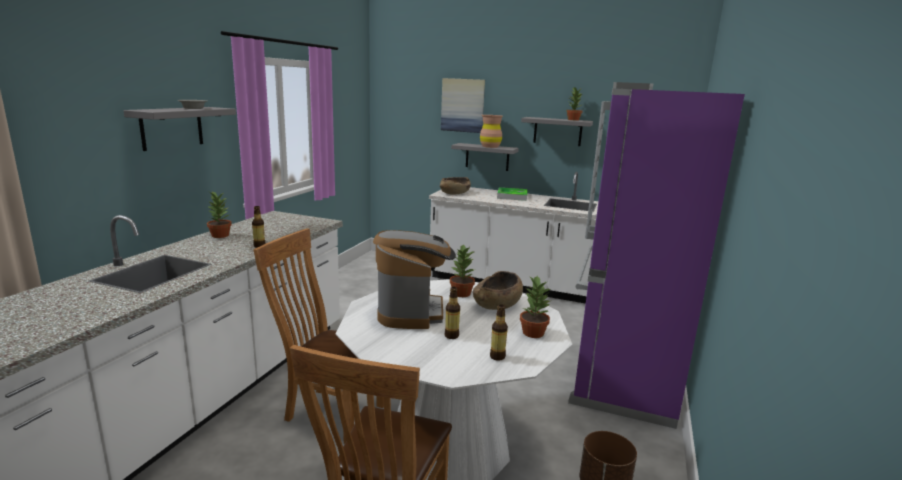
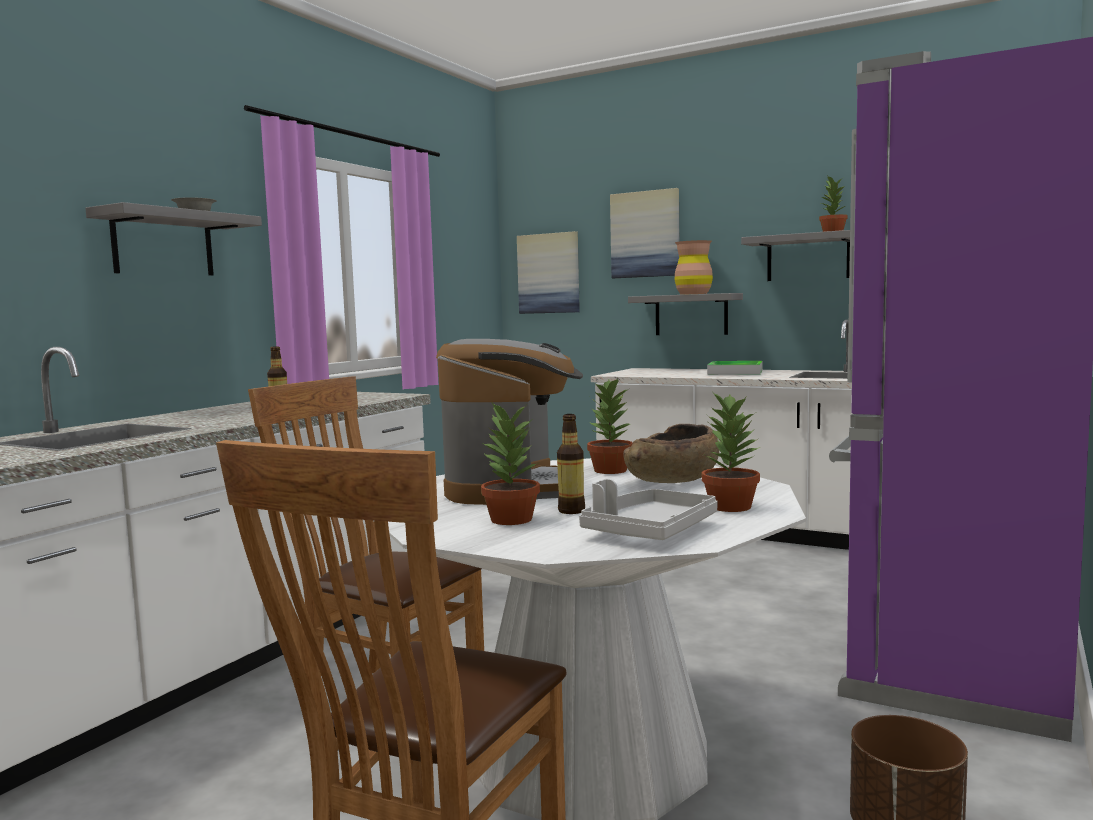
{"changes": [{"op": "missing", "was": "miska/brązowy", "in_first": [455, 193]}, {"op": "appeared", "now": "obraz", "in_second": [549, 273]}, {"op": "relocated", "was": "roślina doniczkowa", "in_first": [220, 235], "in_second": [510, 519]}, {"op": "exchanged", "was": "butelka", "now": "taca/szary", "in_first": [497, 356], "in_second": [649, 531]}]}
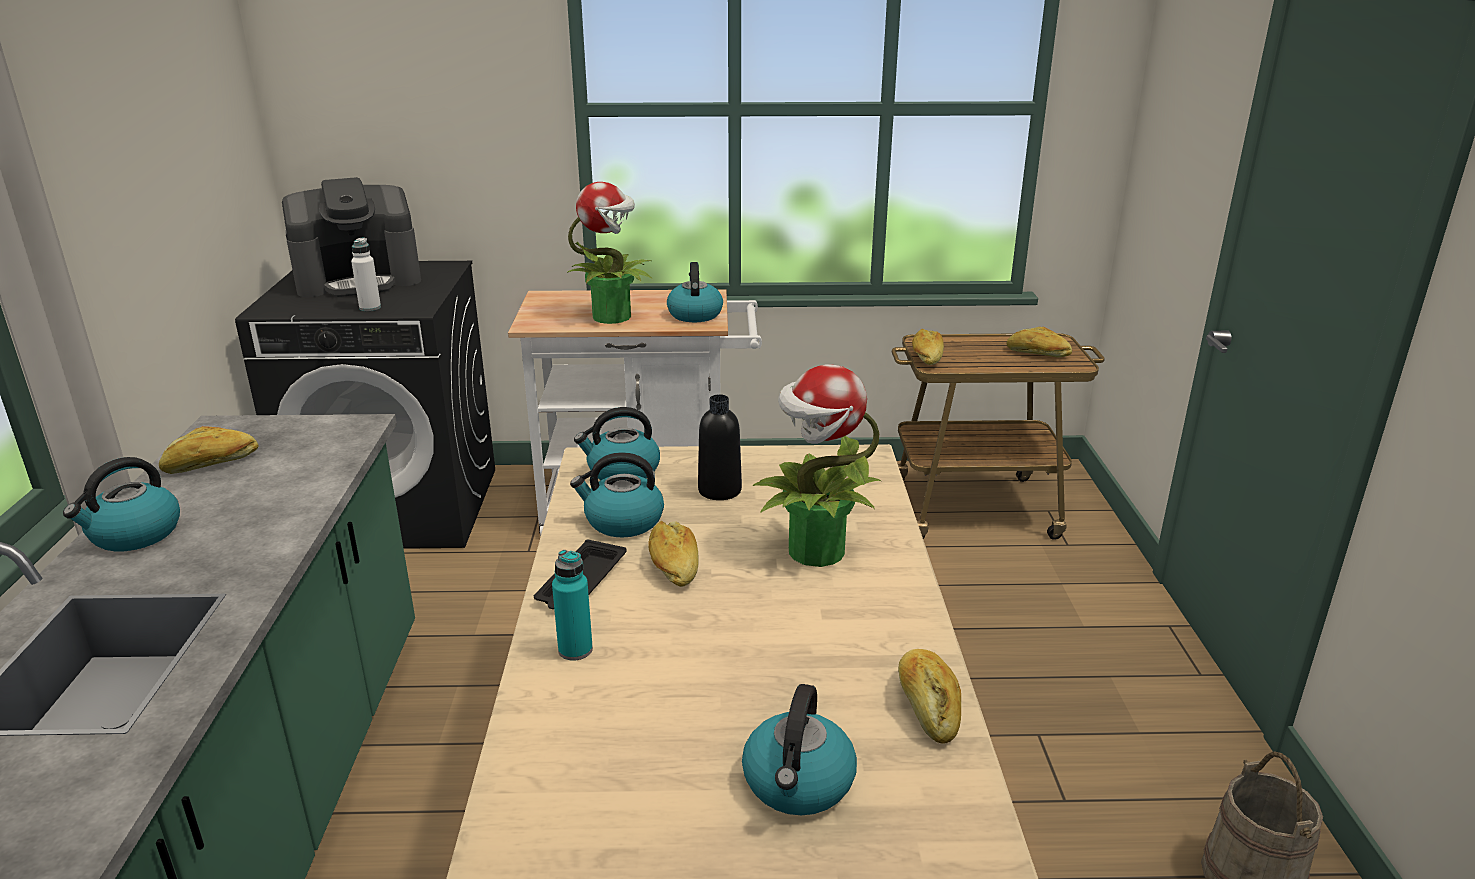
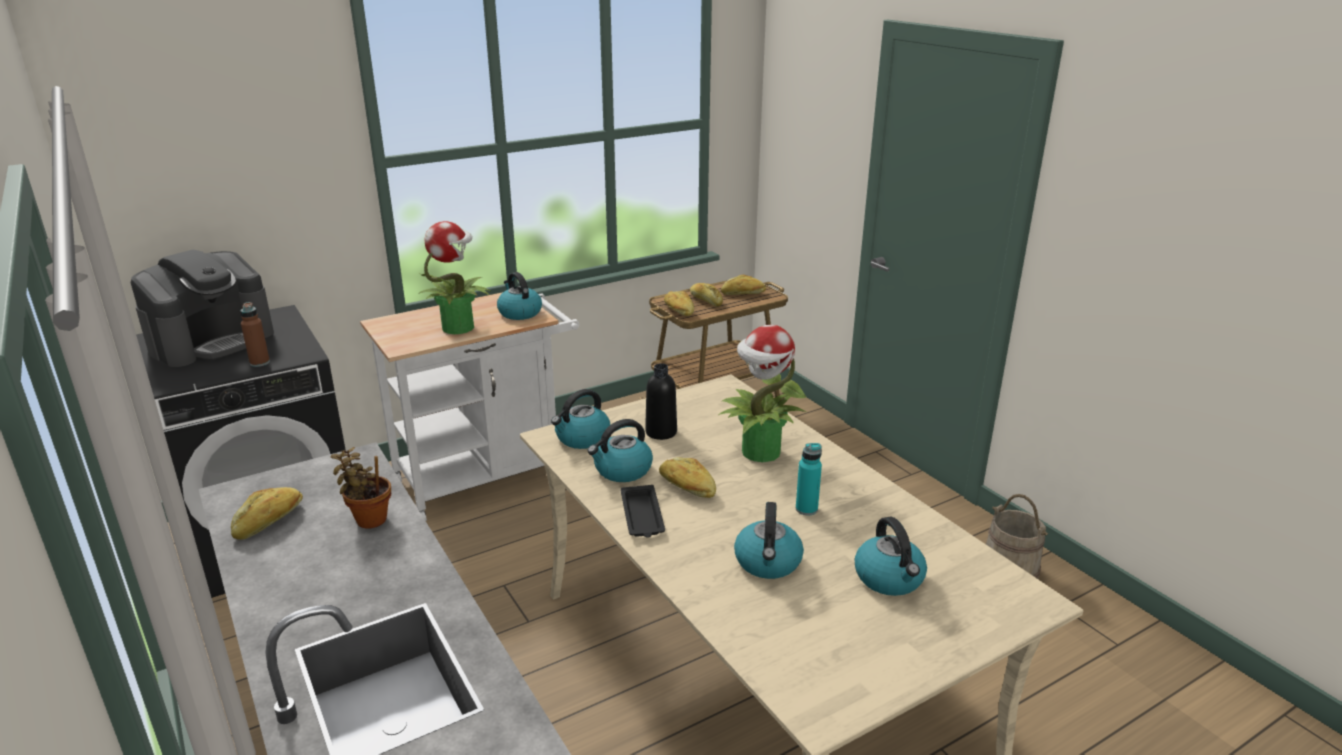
{"changes": [{"op": "appeared", "now": "roślina doniczkowa", "in_second": [369, 519]}, {"op": "relocated", "was": "czajnik", "in_first": [134, 534], "in_second": [768, 563]}, {"op": "relocated", "was": "butelka/turkusowy", "in_first": [575, 650], "in_second": [806, 509]}, {"op": "relocated", "was": "chleb", "in_first": [928, 706], "in_second": [706, 300]}, {"op": "colour", "was": "butelka/biały", "now": "butelka/brązowy", "in_first": [370, 308], "in_second": [260, 363]}]}
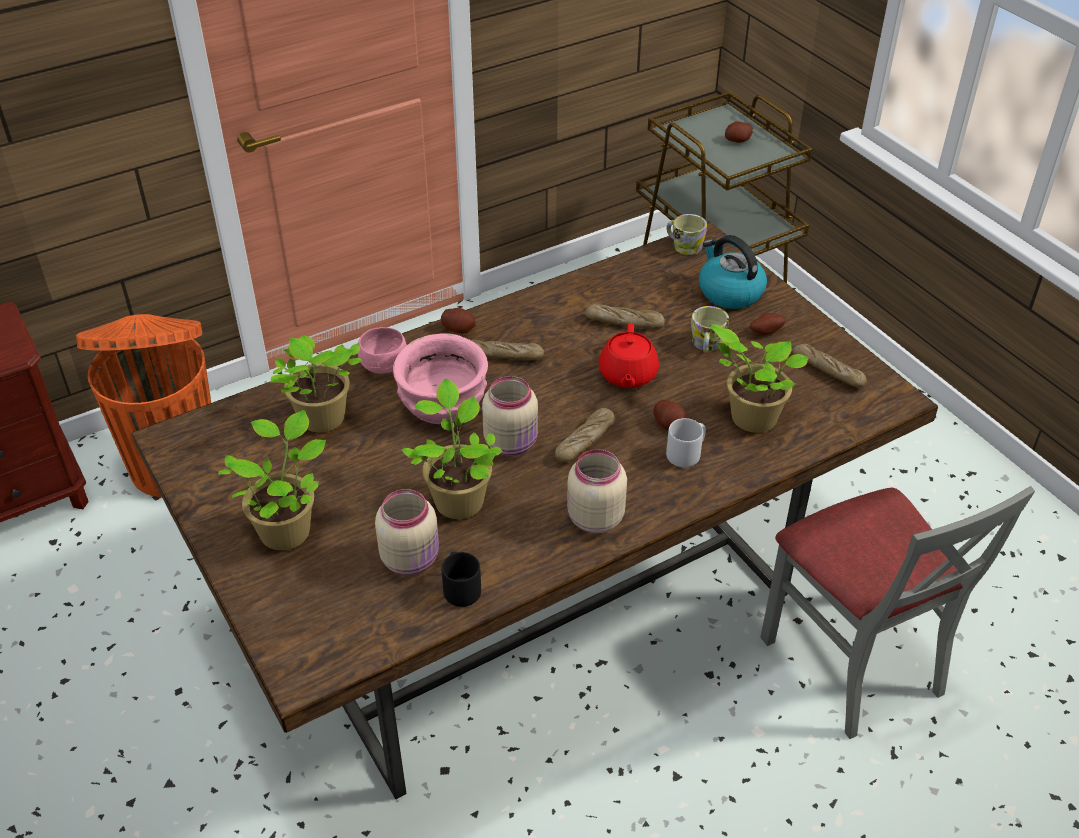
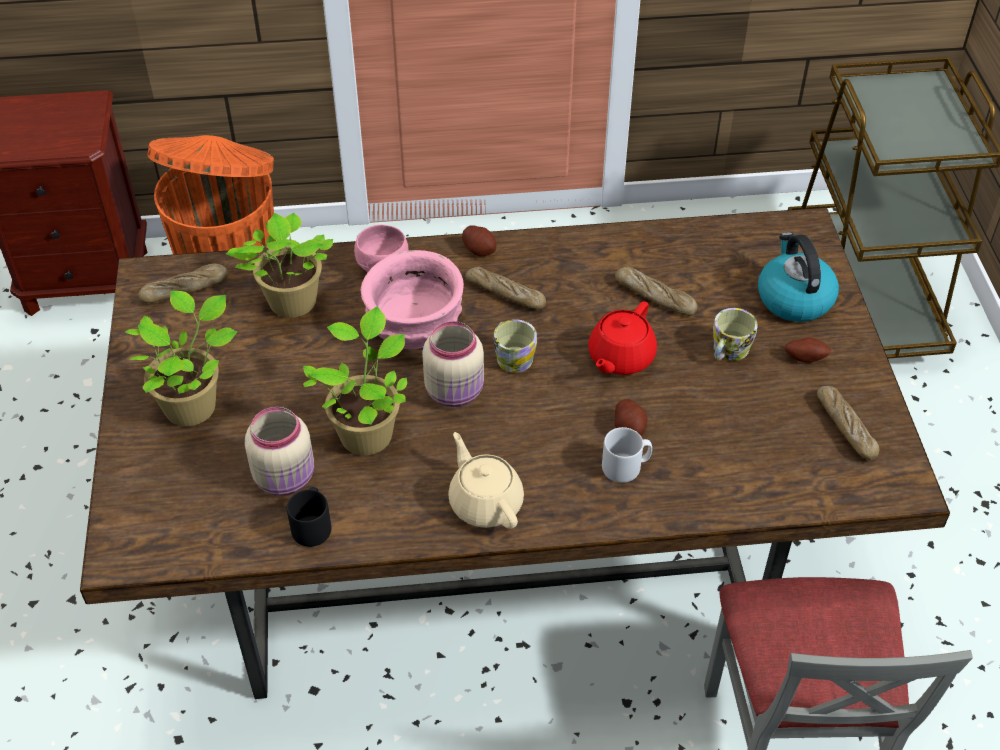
{"changes": [{"op": "missing", "was": "roślina doniczkowa", "in_first": [749, 417]}, {"op": "missing", "was": "ziemniak", "in_first": [737, 140]}, {"op": "relocated", "was": "chleb", "in_first": [585, 440], "in_second": [184, 289]}, {"op": "relocated", "was": "kubek", "in_first": [683, 245], "in_second": [512, 356]}, {"op": "exchanged", "was": "słoik/beżowy", "now": "imbryk/beżowy", "in_first": [593, 518], "in_second": [485, 502]}]}
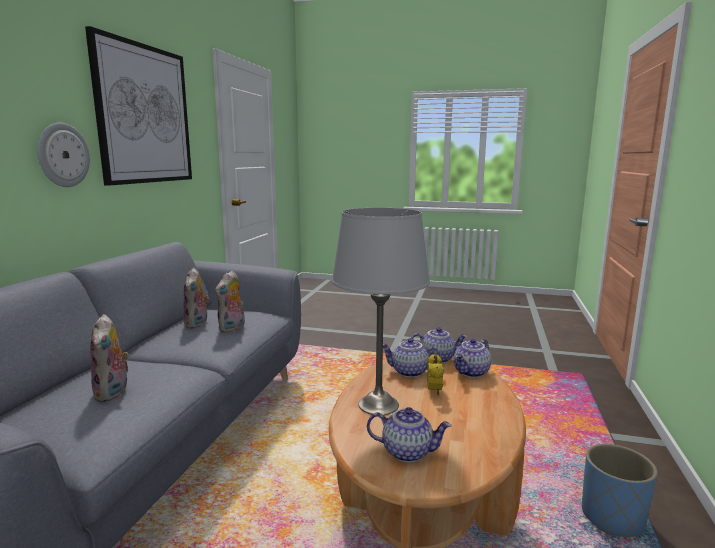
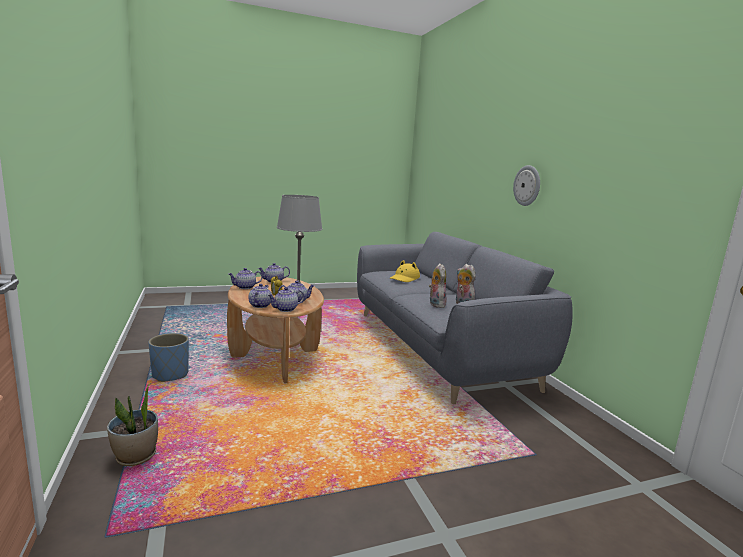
{"changes": [{"op": "missing", "was": "obraz", "in_first": [144, 115]}, {"op": "appeared", "now": "roślina doniczkowa", "in_second": [136, 457]}, {"op": "appeared", "now": "imbryk", "in_second": [245, 287]}, {"op": "exchanged", "was": "pluszak", "now": "kapelusz/żółty", "in_first": [113, 393], "in_second": [404, 278]}]}
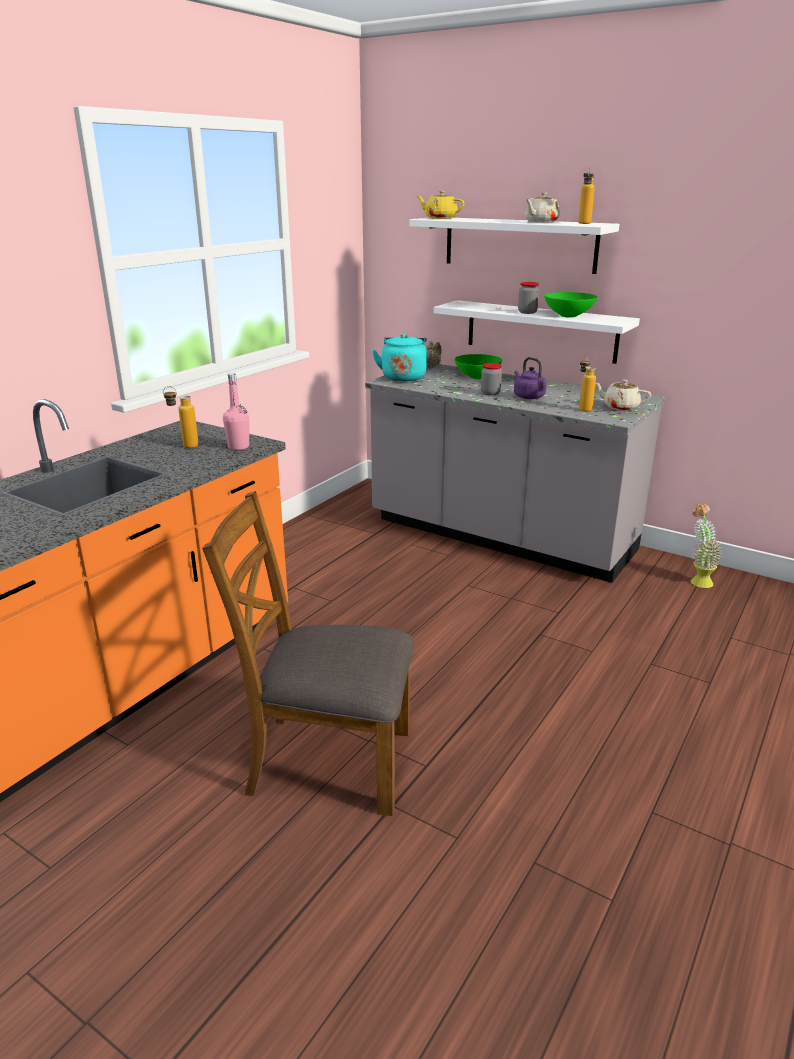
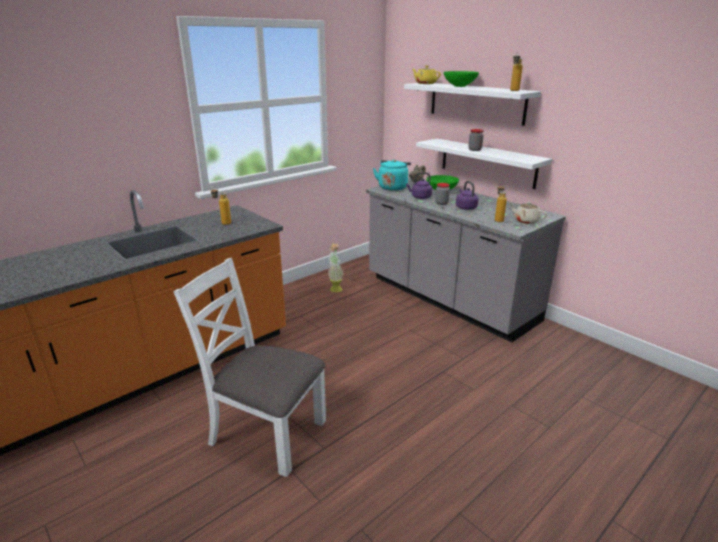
{"changes": [{"op": "missing", "was": "butelka/różowy", "in_first": [238, 447]}, {"op": "missing", "was": "imbryk/beżowy", "in_first": [540, 222]}, {"op": "appeared", "now": "czajnik/fioletowy", "in_second": [420, 197]}, {"op": "relocated", "was": "miska/zielony", "in_first": [569, 316], "in_second": [460, 86]}, {"op": "relocated", "was": "roślina doniczkowa", "in_first": [697, 580], "in_second": [335, 288]}, {"op": "colour", "was": "krzesło/brązowy", "now": "krzesło/biały", "in_first": [328, 760], "in_second": [266, 432]}]}
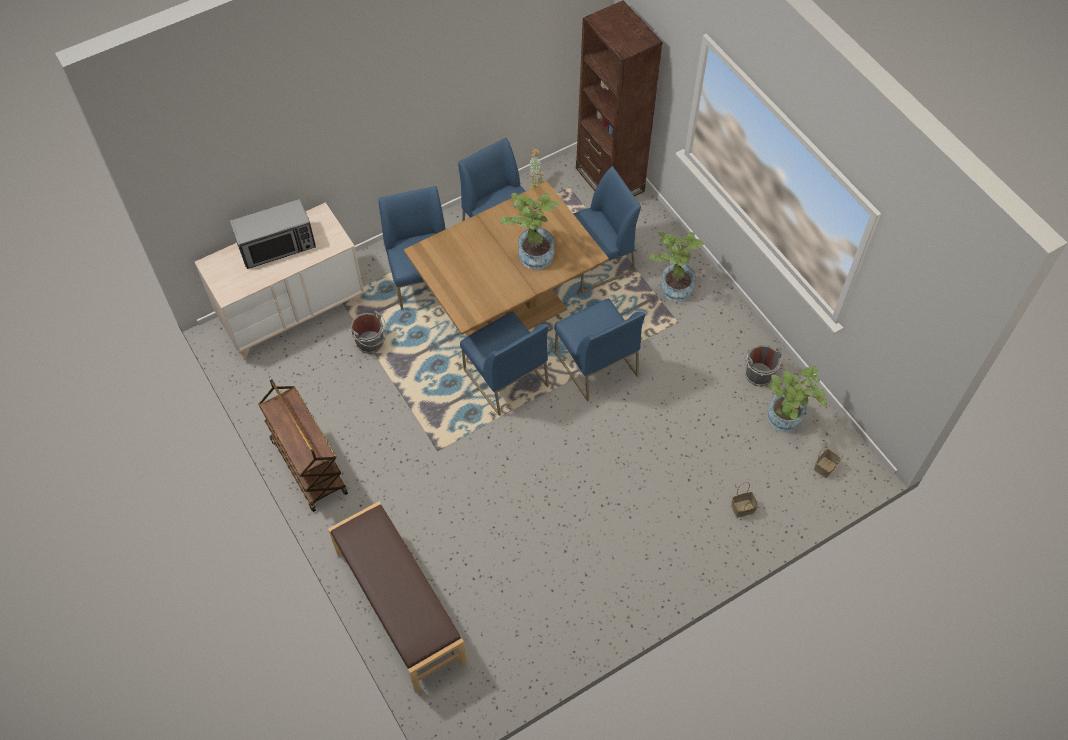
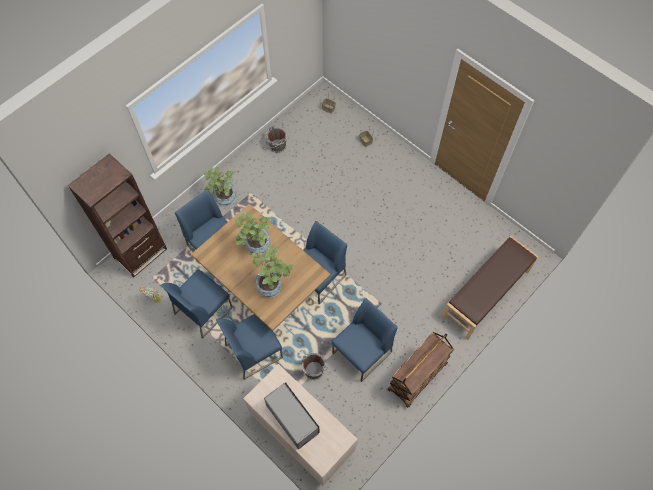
{"changes": [{"op": "relocated", "was": "krzesło/niebieski", "in_first": [595, 364], "in_second": [362, 353]}, {"op": "relocated", "was": "roślina doniczkowa", "in_first": [785, 422], "in_second": [273, 285]}]}
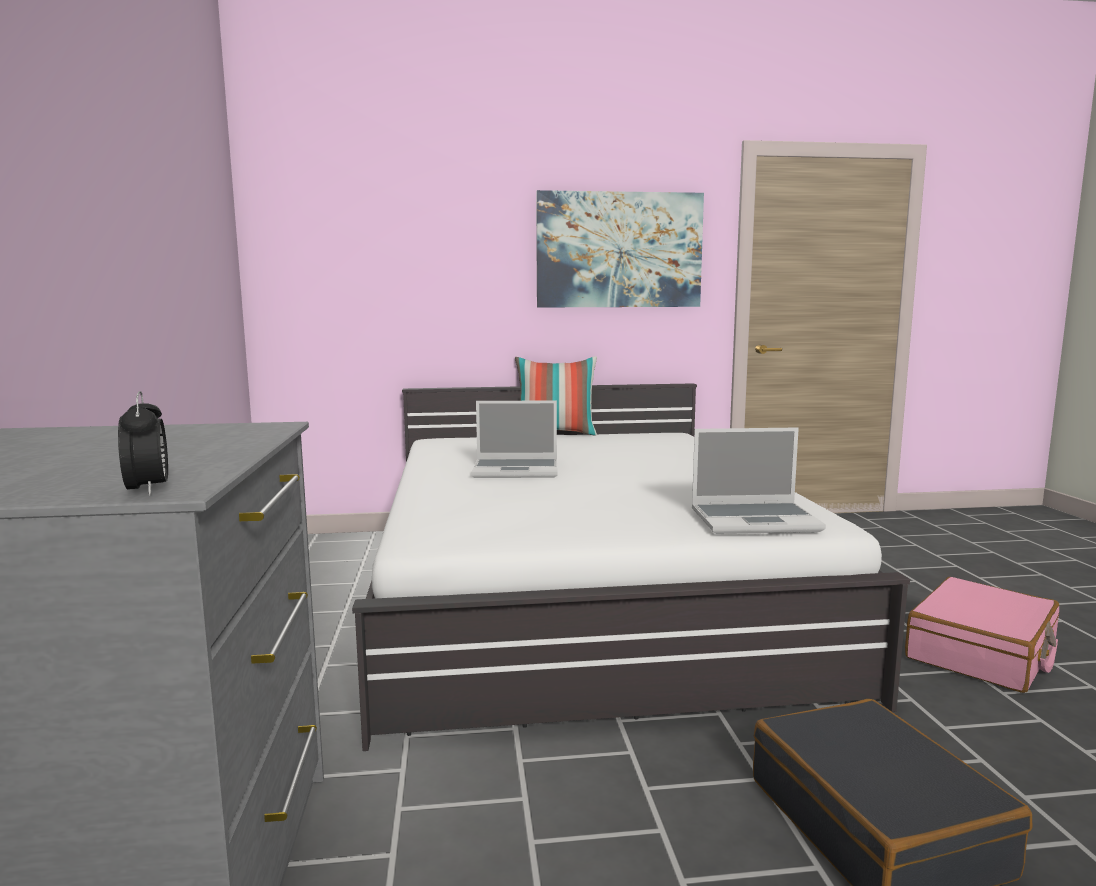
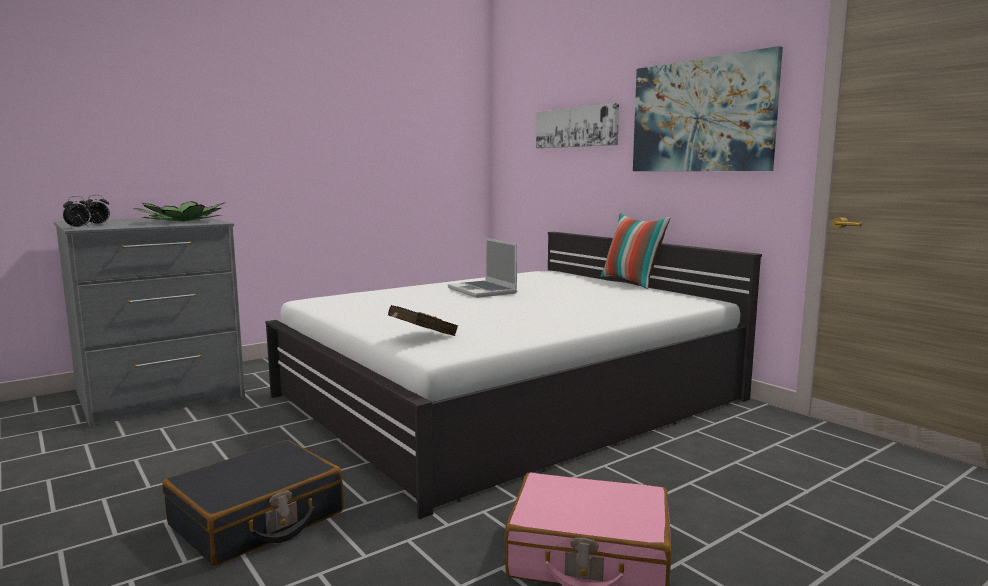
{"changes": [{"op": "appeared", "now": "budzik", "in_second": [98, 224]}, {"op": "appeared", "now": "roślina doniczkowa", "in_second": [183, 221]}, {"op": "appeared", "now": "obraz", "in_second": [576, 127]}, {"op": "exchanged", "was": "laptop", "now": "książka/czerwony", "in_first": [755, 520], "in_second": [420, 337]}]}
